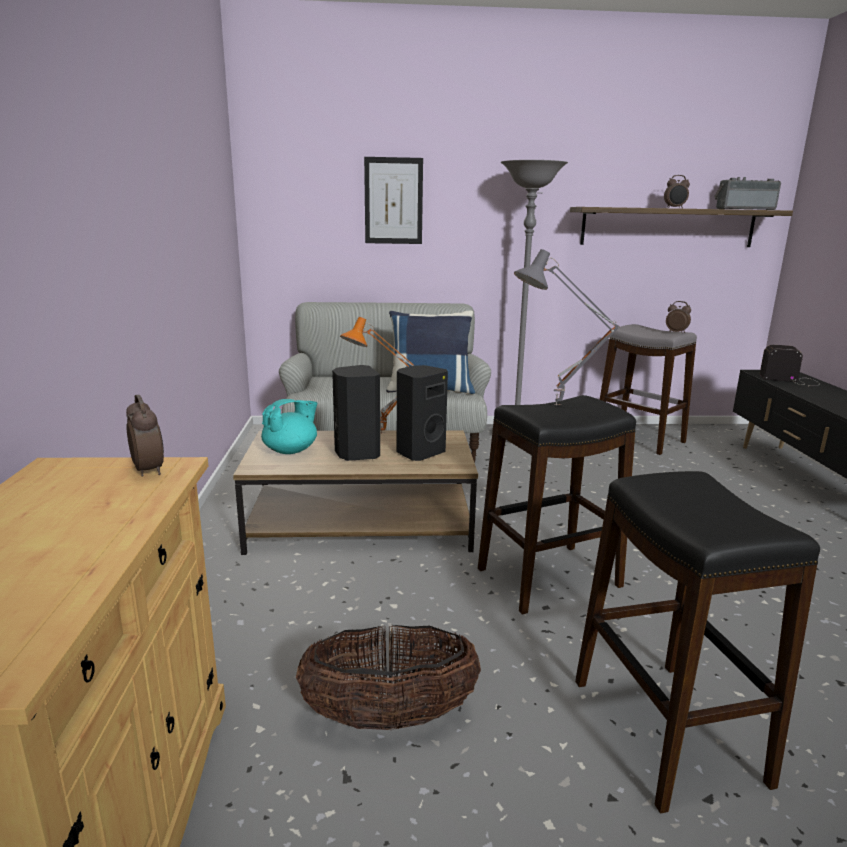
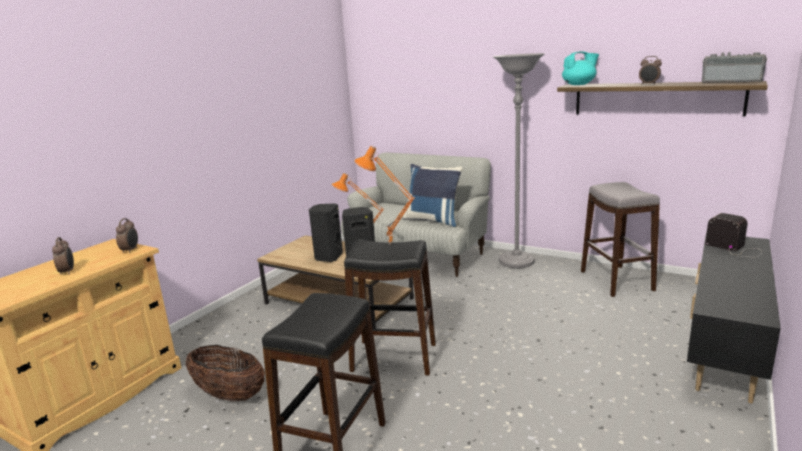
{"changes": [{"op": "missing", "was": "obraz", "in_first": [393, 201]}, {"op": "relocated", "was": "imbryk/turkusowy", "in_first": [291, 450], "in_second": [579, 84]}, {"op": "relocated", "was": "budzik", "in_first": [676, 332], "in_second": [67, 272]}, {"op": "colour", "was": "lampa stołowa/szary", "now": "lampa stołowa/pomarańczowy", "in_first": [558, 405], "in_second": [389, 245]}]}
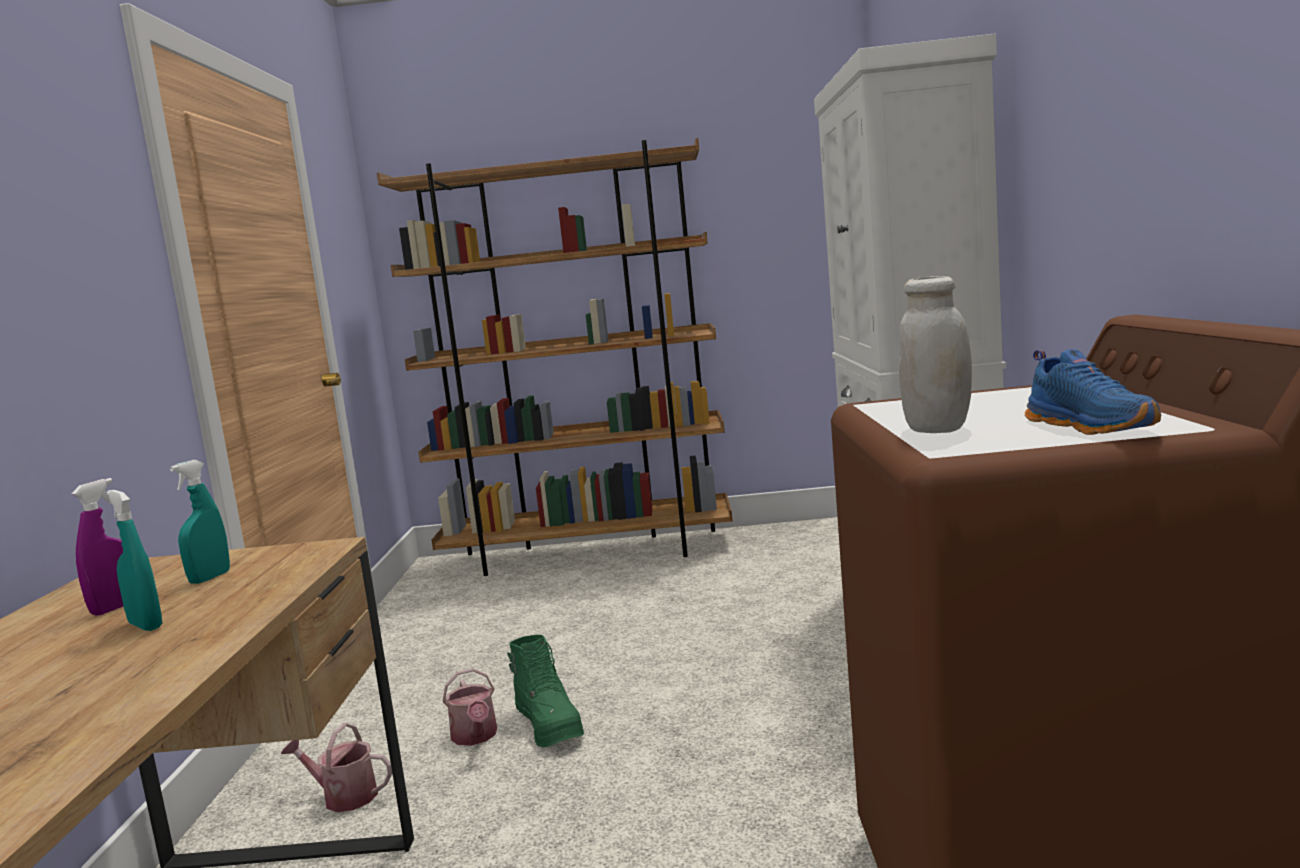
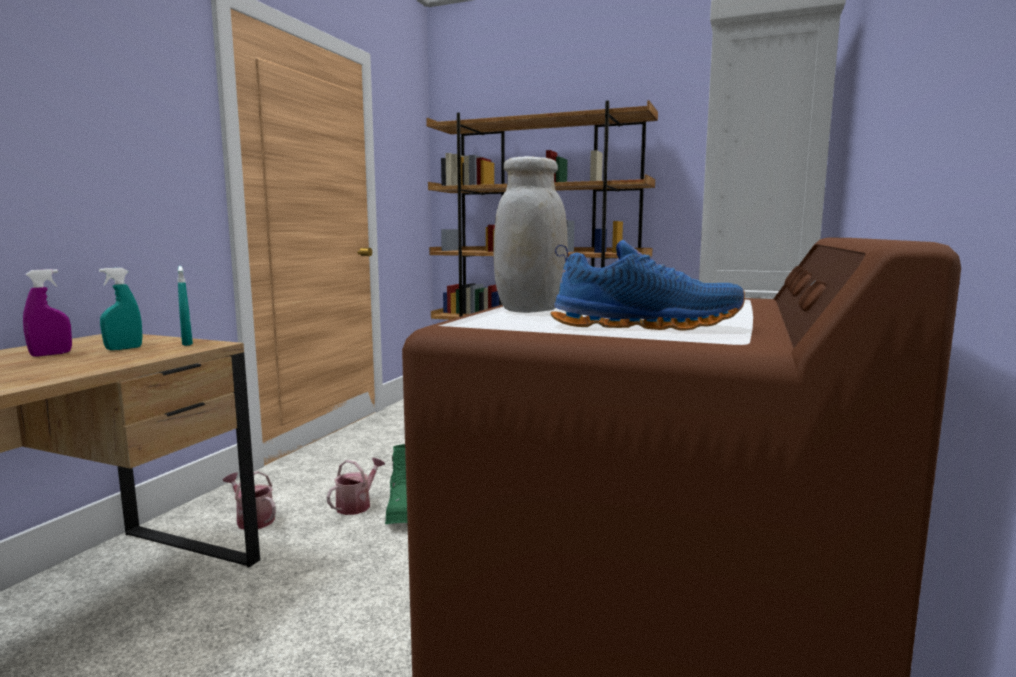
{"changes": [{"op": "relocated", "was": "spryskiwacz/turkusowy", "in_first": [145, 626], "in_second": [187, 343]}, {"op": "spun", "was": "konewka", "in_first": [475, 737], "in_second": [357, 505], "clockwise": -150}, {"op": "spun", "was": "but/niebieski", "in_first": [1092, 427], "in_second": [644, 326], "clockwise": -90}]}
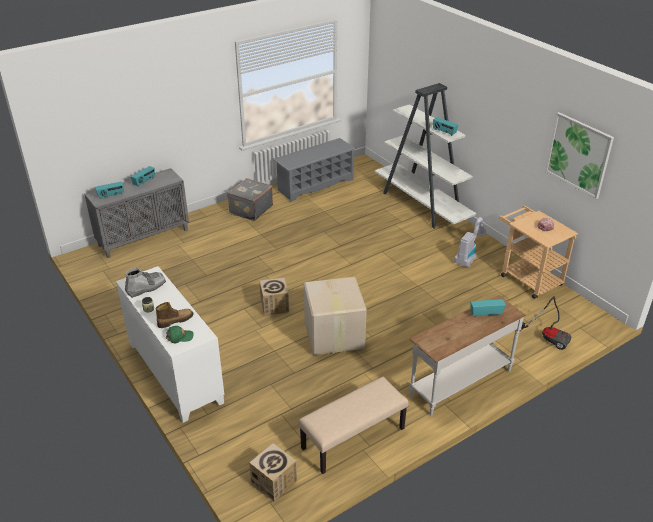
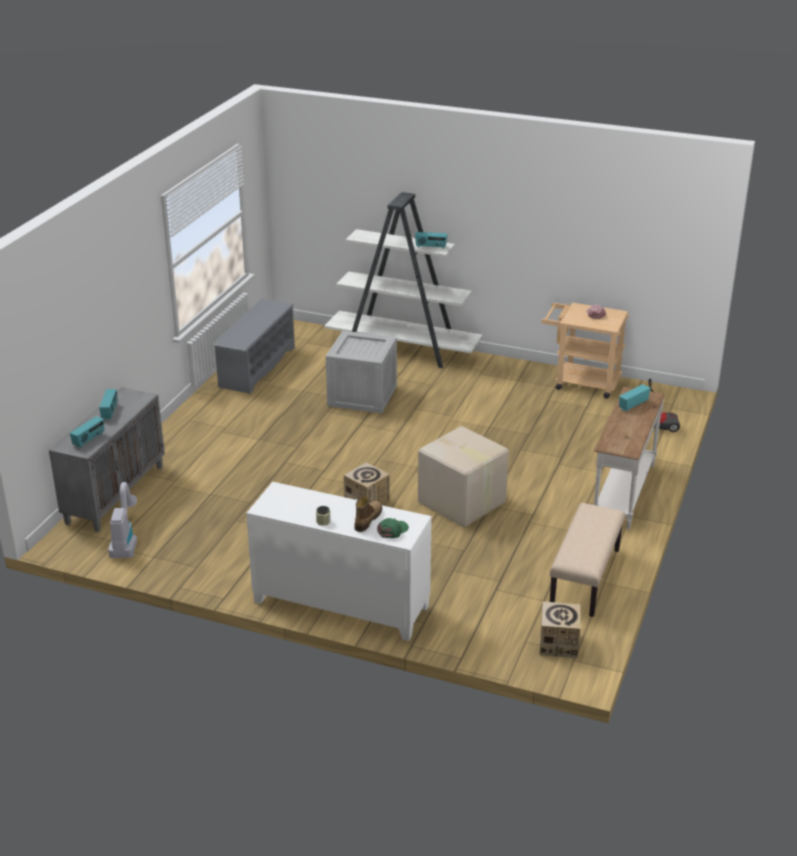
{"changes": [{"op": "missing", "was": "but z cholewką/szary", "in_first": [146, 287]}, {"op": "missing", "was": "walizka/szary", "in_first": [250, 210]}, {"op": "missing", "was": "obraz", "in_first": [578, 155]}, {"op": "appeared", "now": "skrzynka", "in_second": [362, 396]}, {"op": "relocated", "was": "odkurzacz", "in_first": [469, 256], "in_second": [125, 541]}]}
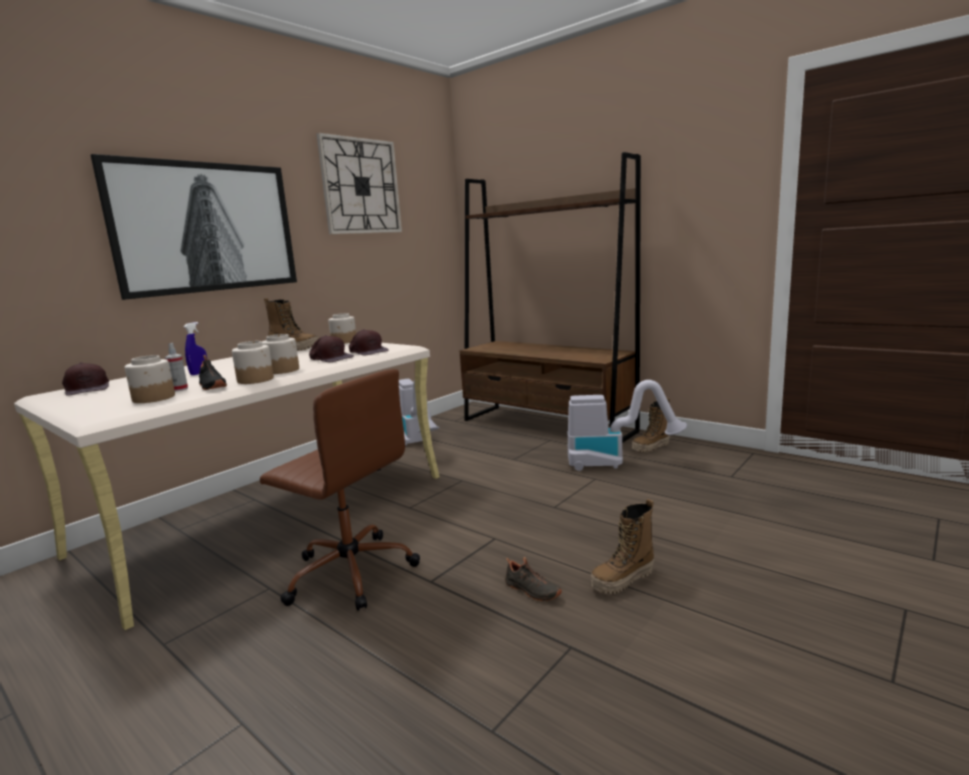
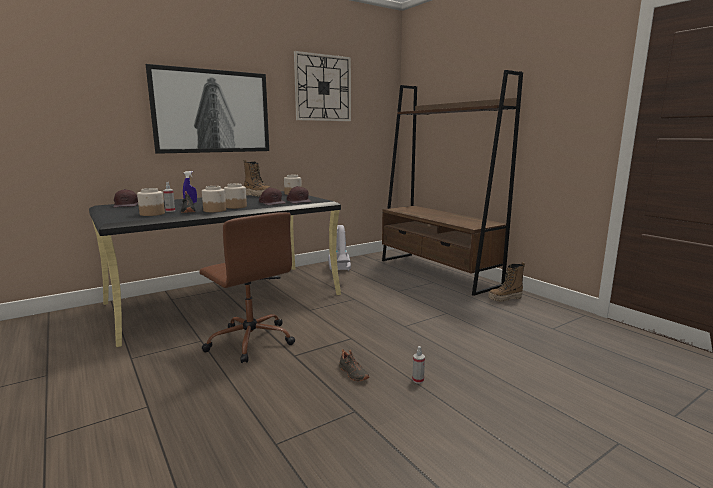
{"changes": [{"op": "missing", "was": "odkurzacz", "in_first": [615, 462]}, {"op": "exchanged", "was": "but z cholewką", "now": "spryskiwacz", "in_first": [623, 580], "in_second": [418, 380]}, {"op": "colour", "was": "biurko/beżowy", "now": "biurko/czarny", "in_first": [270, 512], "in_second": [226, 298]}]}
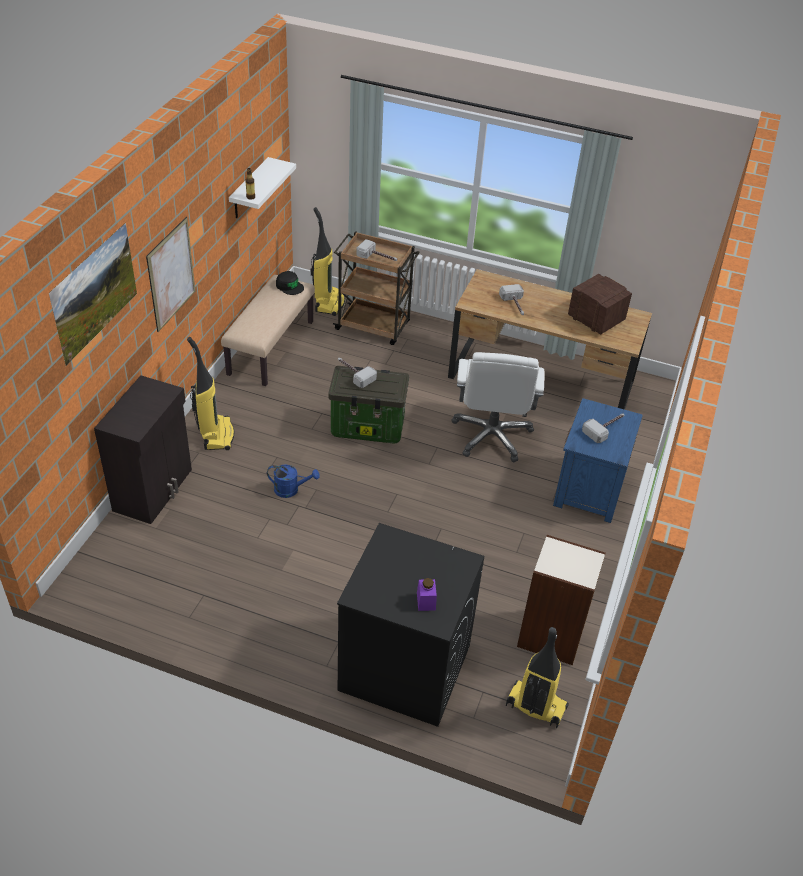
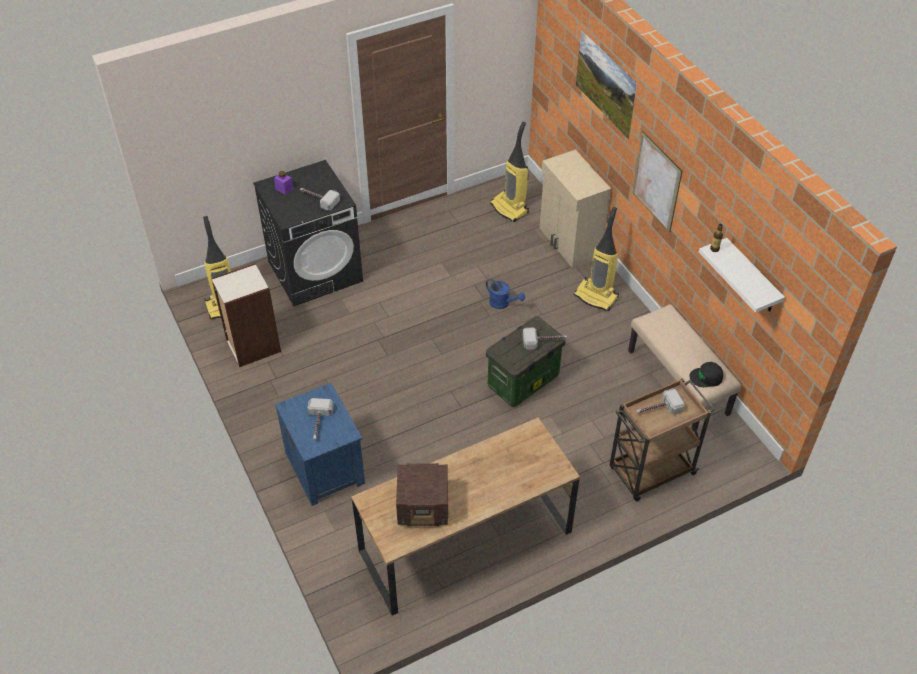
{"changes": [{"op": "missing", "was": "krzesło biurowe/biały", "in_first": [491, 435]}, {"op": "relocated", "was": "odkurzacz", "in_first": [329, 303], "in_second": [510, 208]}, {"op": "relocated", "was": "młotek", "in_first": [515, 305], "in_second": [318, 199]}, {"op": "colour", "was": "szafka/czarny", "now": "szafka/beżowy", "in_first": [154, 490], "in_second": [569, 243]}, {"op": "spun", "was": "konewka/niebieski", "in_first": [291, 490], "in_second": [502, 303], "clockwise": -105}]}
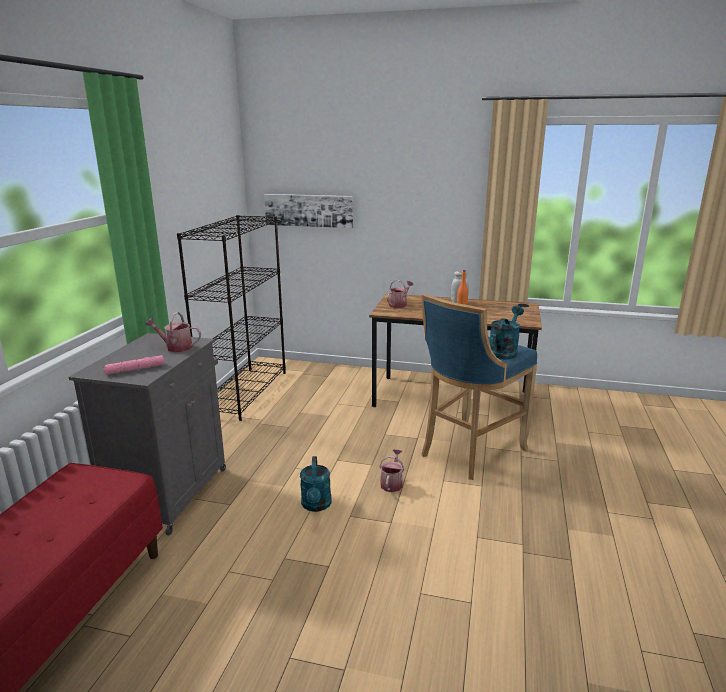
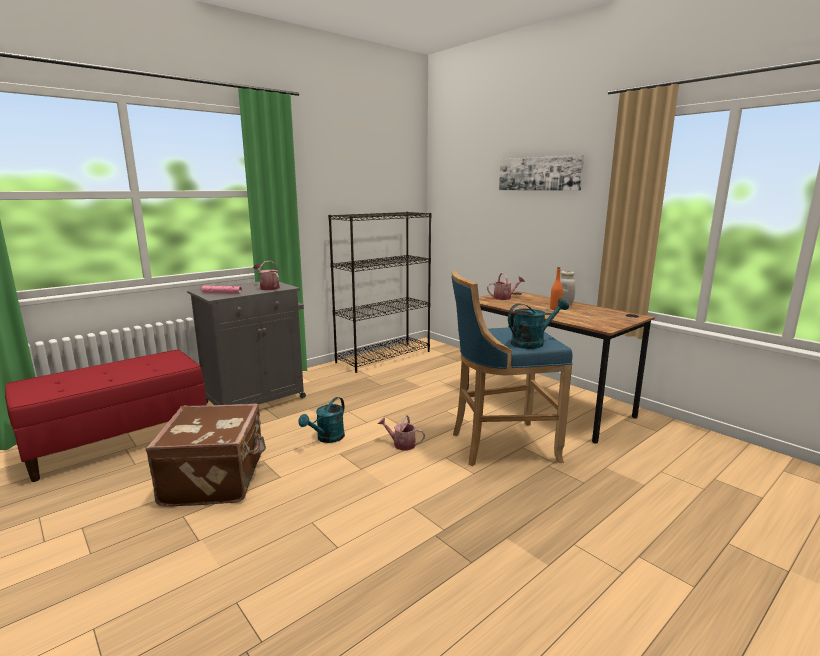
{"changes": [{"op": "appeared", "now": "walizka/brązowy", "in_second": [216, 479]}, {"op": "relocated", "was": "obraz", "in_first": [309, 210], "in_second": [539, 174]}, {"op": "spun", "was": "konewka", "in_first": [392, 483], "in_second": [401, 444], "clockwise": -120}]}
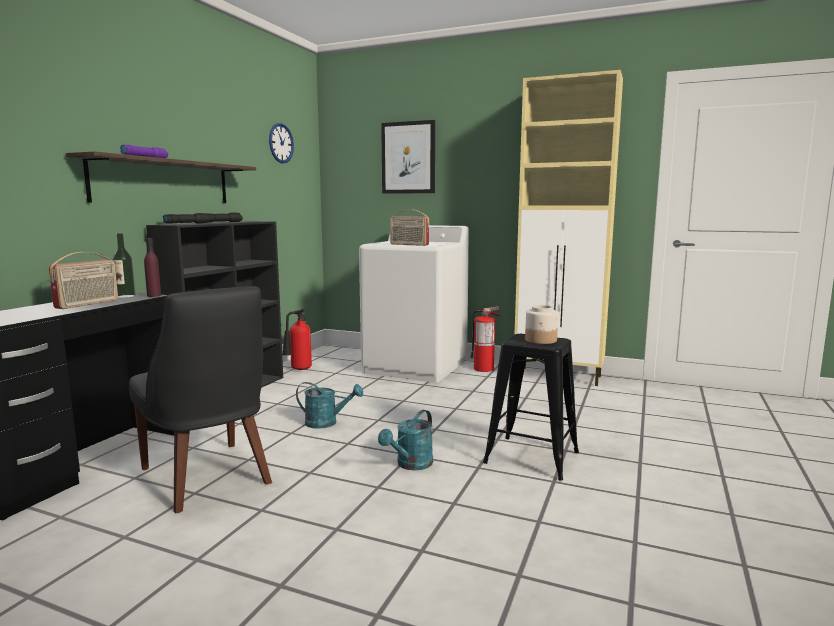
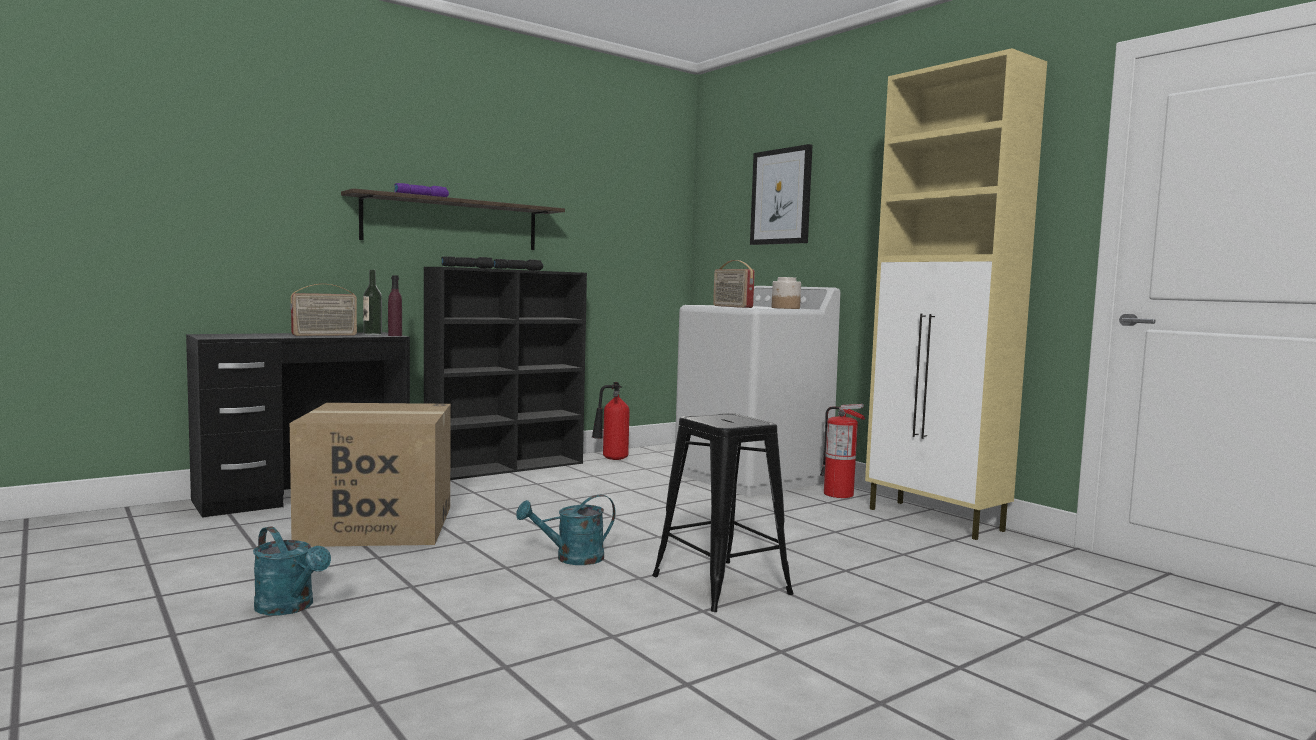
{"changes": [{"op": "missing", "was": "zegar ścienny", "in_first": [281, 143]}, {"op": "relocated", "was": "konewka/turkusowy", "in_first": [327, 423], "in_second": [290, 607]}, {"op": "relocated", "was": "słoik", "in_first": [541, 340], "in_second": [785, 308]}, {"op": "exchanged", "was": "krzesło/czarny", "now": "karton", "in_first": [208, 478], "in_second": [377, 525]}]}
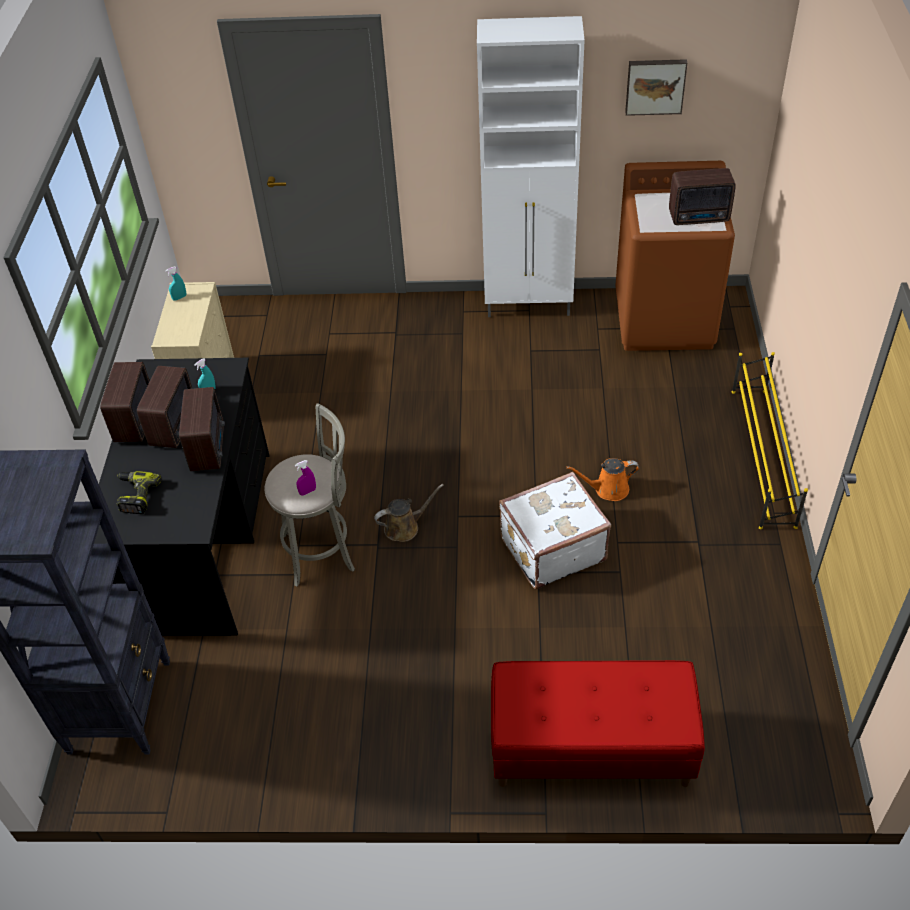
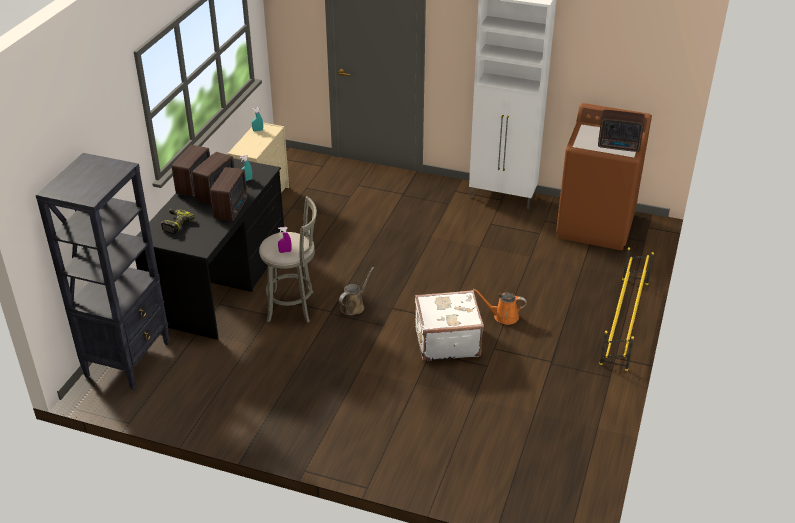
{"changes": [{"op": "missing", "was": "ławka/czerwony", "in_first": [591, 749]}, {"op": "missing", "was": "obraz", "in_first": [655, 86]}, {"op": "spun", "was": "konewka/brązowy", "in_first": [405, 527], "in_second": [354, 306], "clockwise": -45}]}
